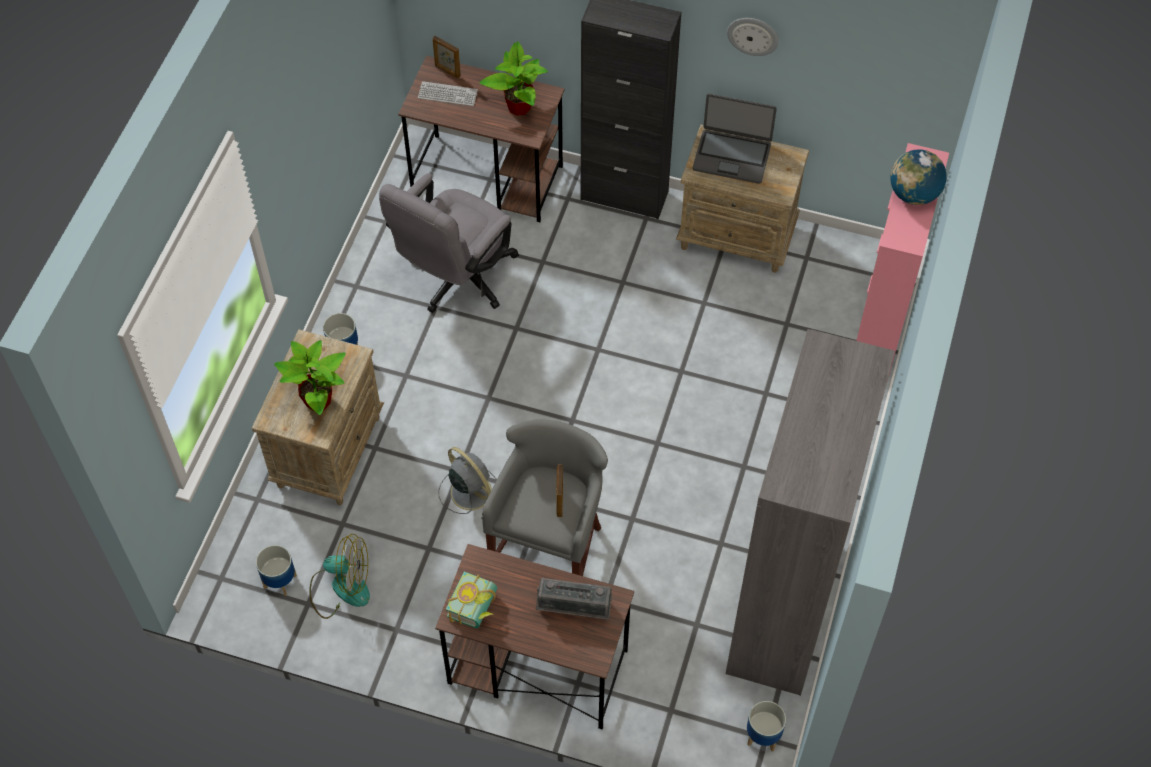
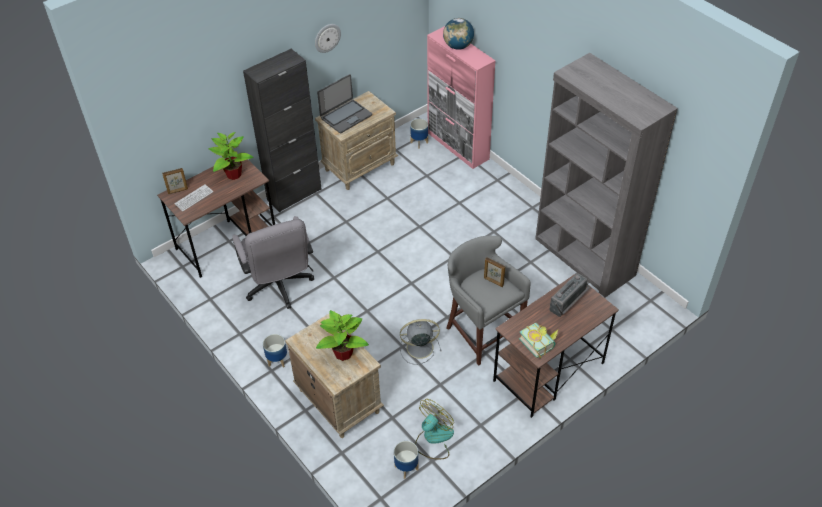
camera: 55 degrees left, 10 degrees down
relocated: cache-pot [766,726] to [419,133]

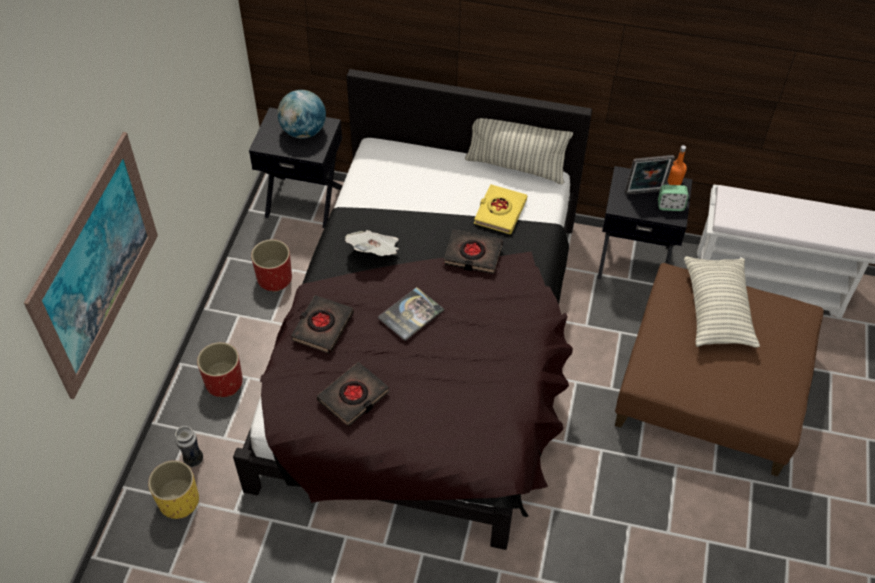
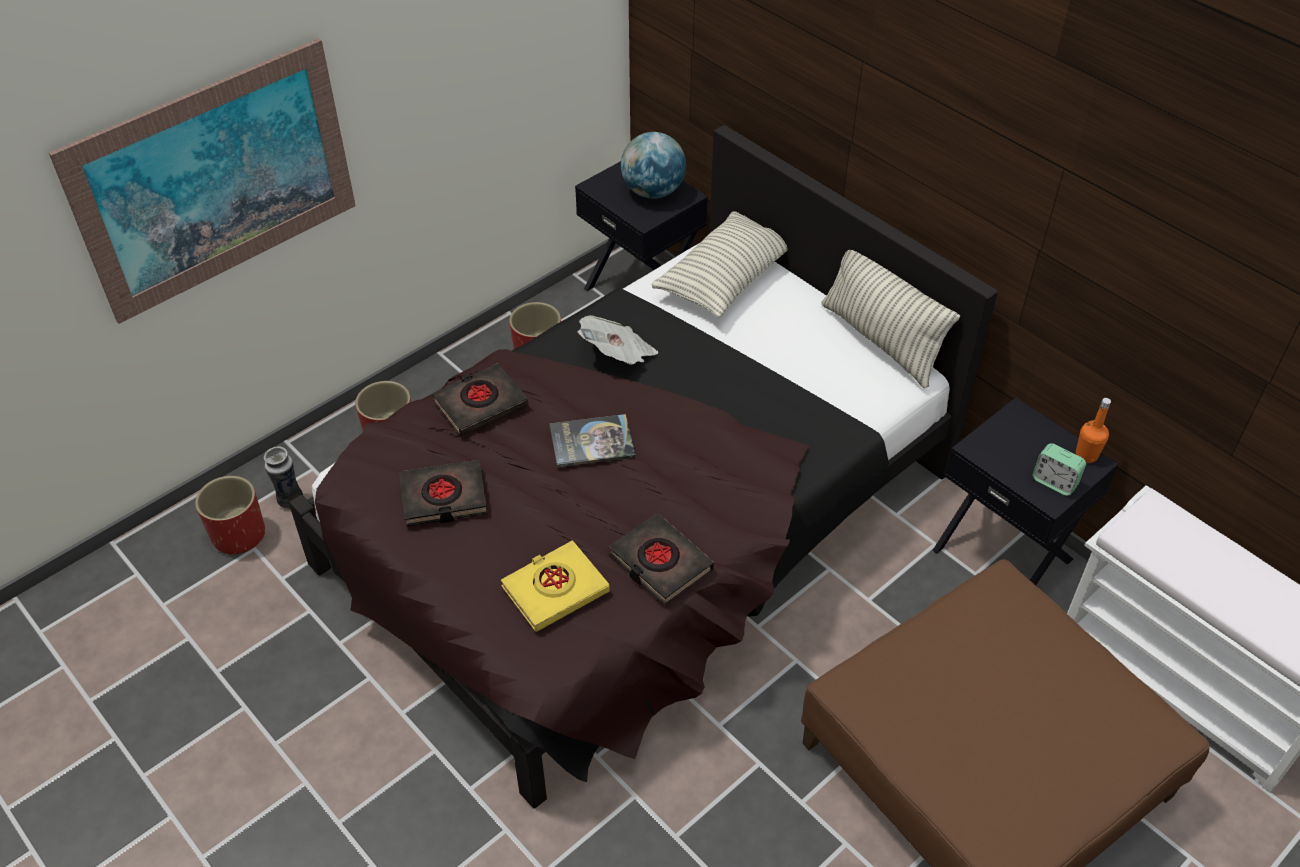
camera: 35 degrees right, 5 degrees down
missing: cadre photo [650,175]
relocated: livre (noir) [473,252] to [661,559]; livre (jaune) [500,209] to [555,586]; coussin [722,301] to [720,264]
colour: cache-pot (jaune) [173,489] to cache-pot (rouge) [230,516]

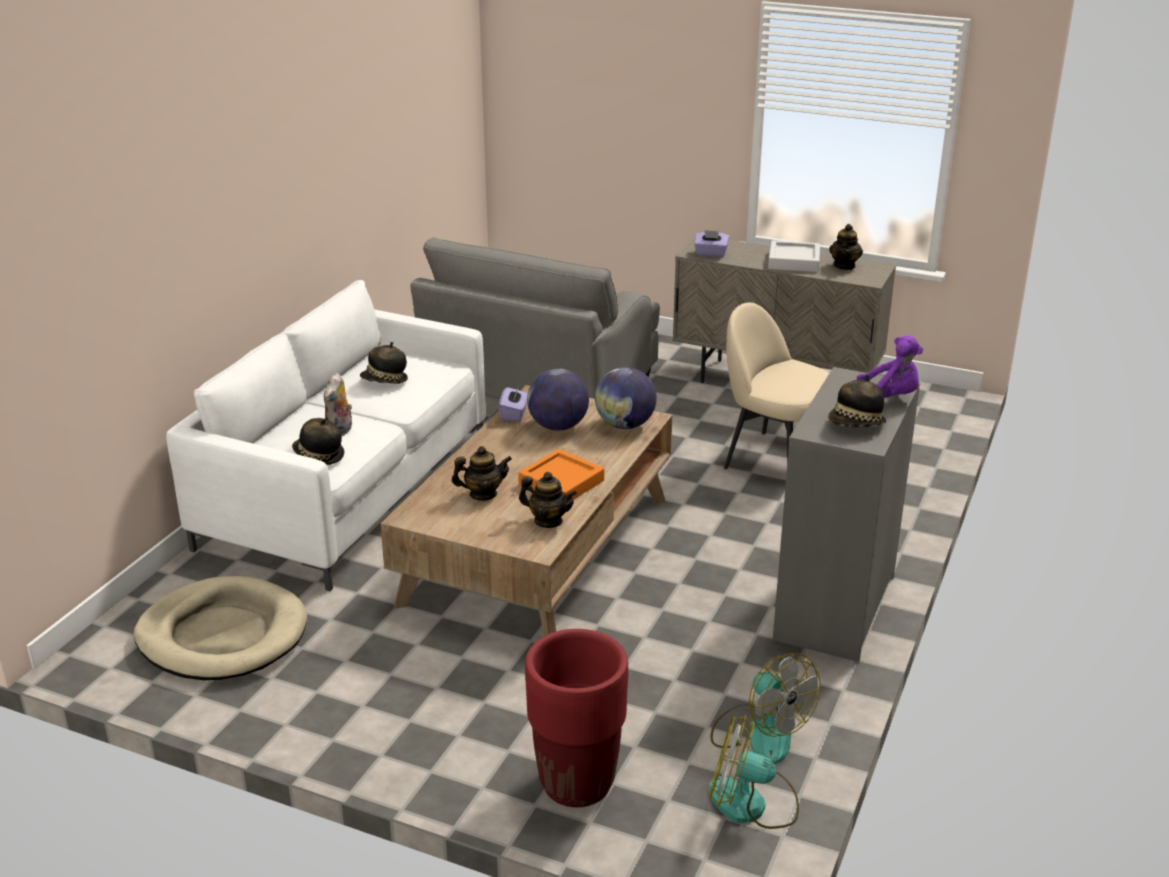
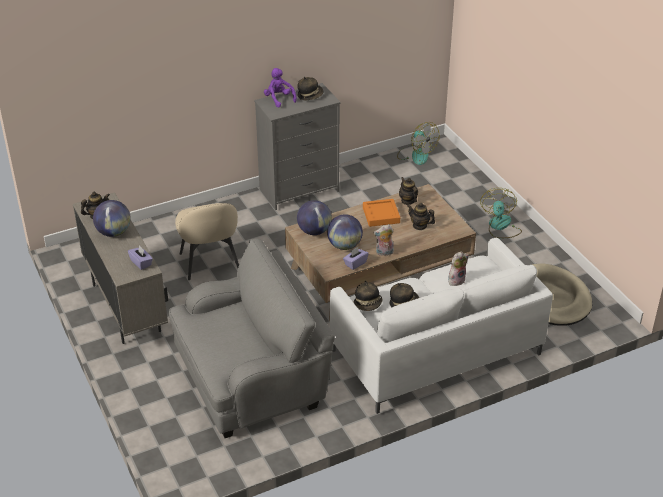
camera: 140 degrees left, 10 degrees up
missing: cache-pot (rouge) [576,718]
appeared: peluche [383,240]
relocated: chapeau [318,441] to [367,296]; ventilateur [766,708] to [501,213]
exchanged: plateau (gris) [794,256] to globe [112,218]

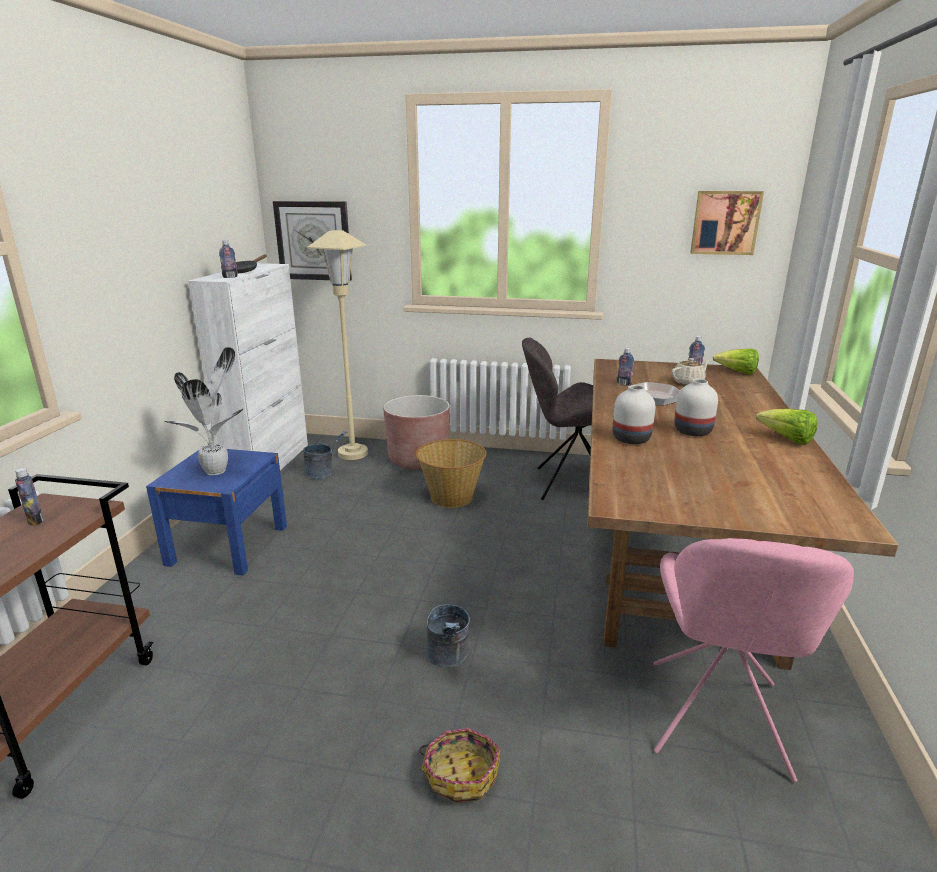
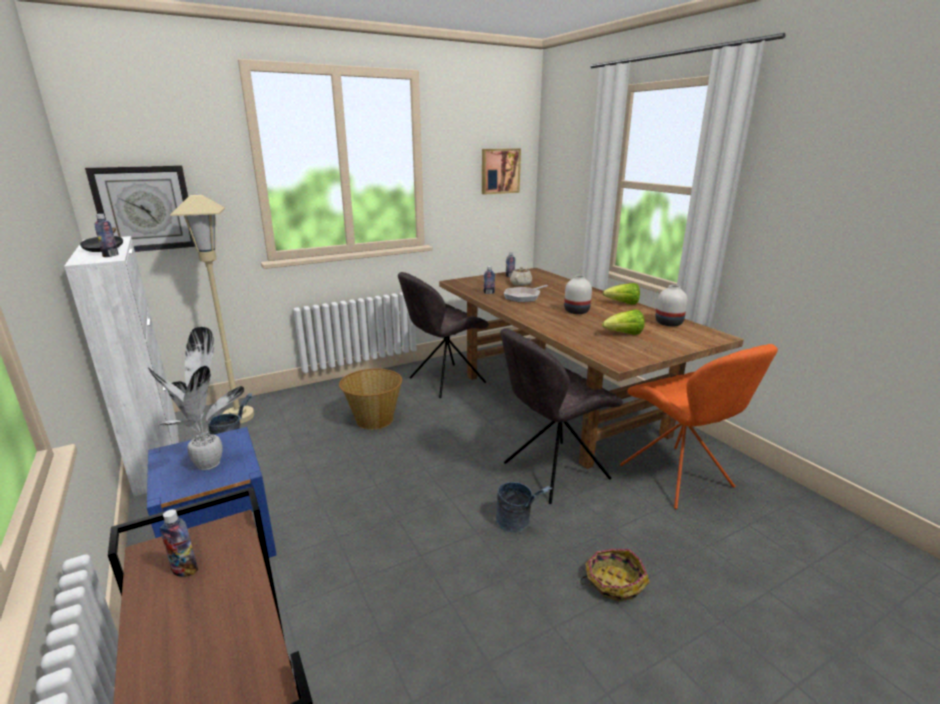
camera: 40 degrees left, 0 degrees up
missing: cache-pot (marron) [416,432]
appeared: chaise (gris) [561,416]
relocated: vase (blanc) [633,414] to [672,306]; laitue [736,362] to [623,322]
colour: chaise (rose) [753,660] to chaise (orange) [699,426]

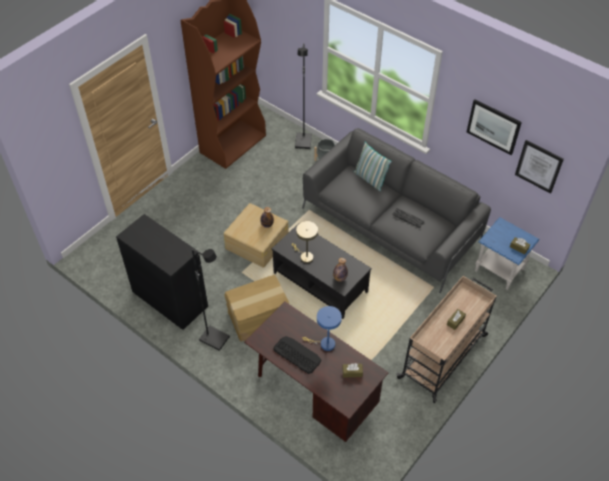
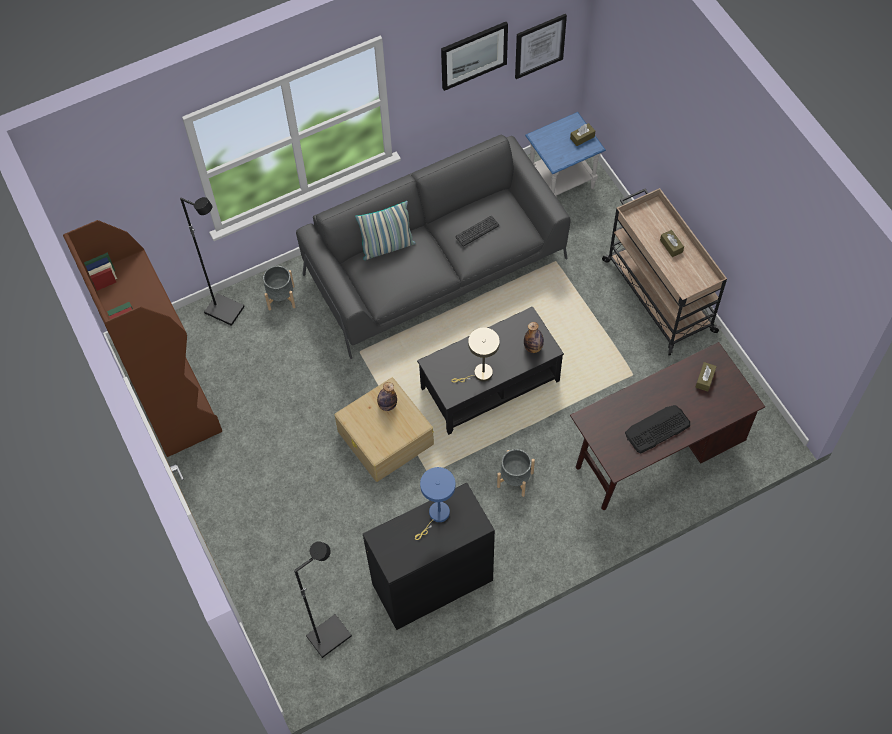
camera: 65 degrees left, 10 degrees up
relocated: lampadaire (noir) [211,300] to [323,599]; lampe de table (bleu) [322,328] to [435,503]
exchanged: carton [257,308] to cache-pot (gris) [516,473]

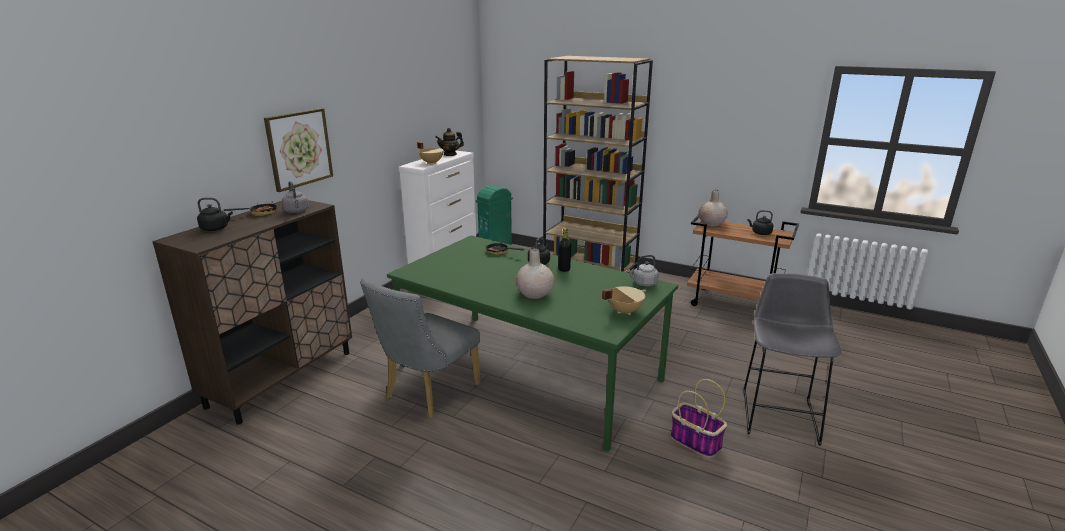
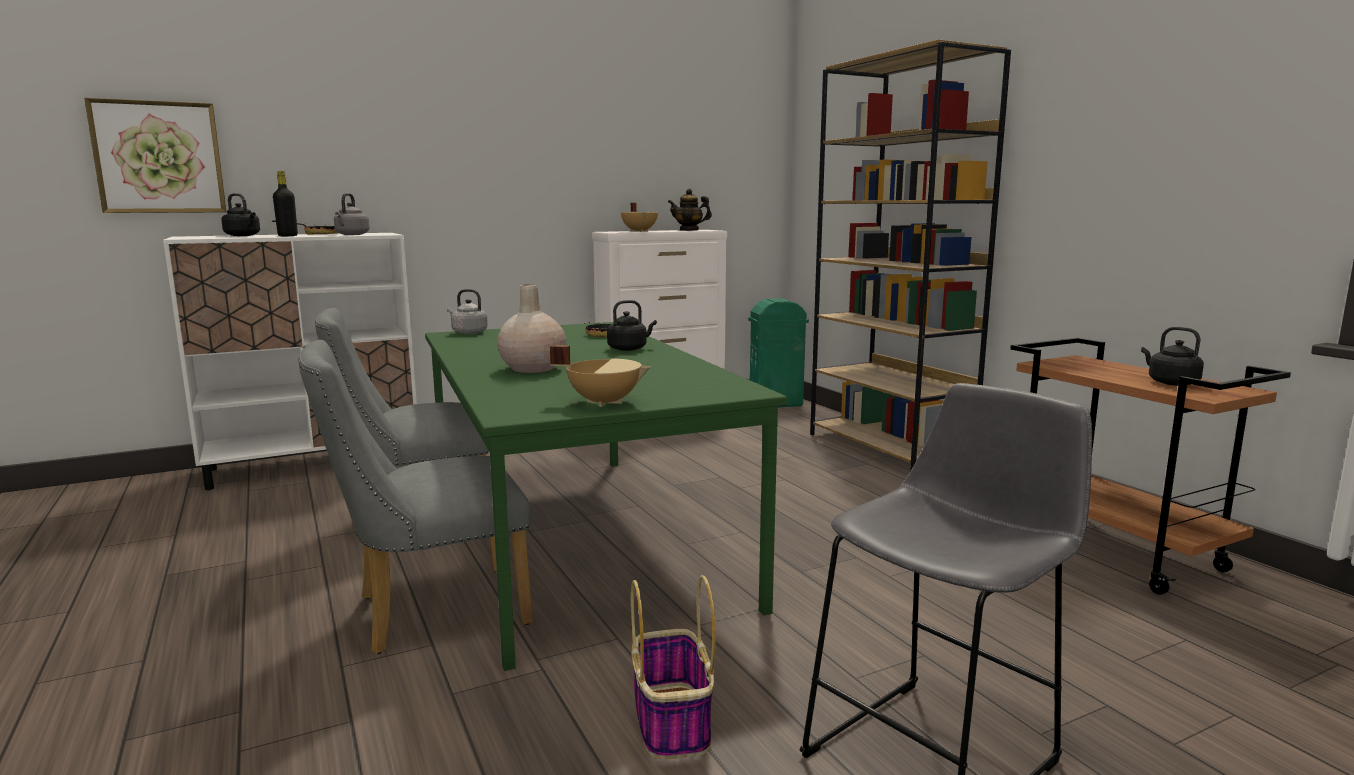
camera: 35 degrees right, 10 degrees down
missing: vase (beige) [713,208]
appeared: chaise (gris) [415,497]
relocated: tableau [298,150] to [155,155]; bouteille (noir) [564,250] to [285,203]; bouilloire (gris) [643,270] to [467,311]
colour: meuble de rangement (marron) [252,312] to meuble de rangement (blanc) [290,361]

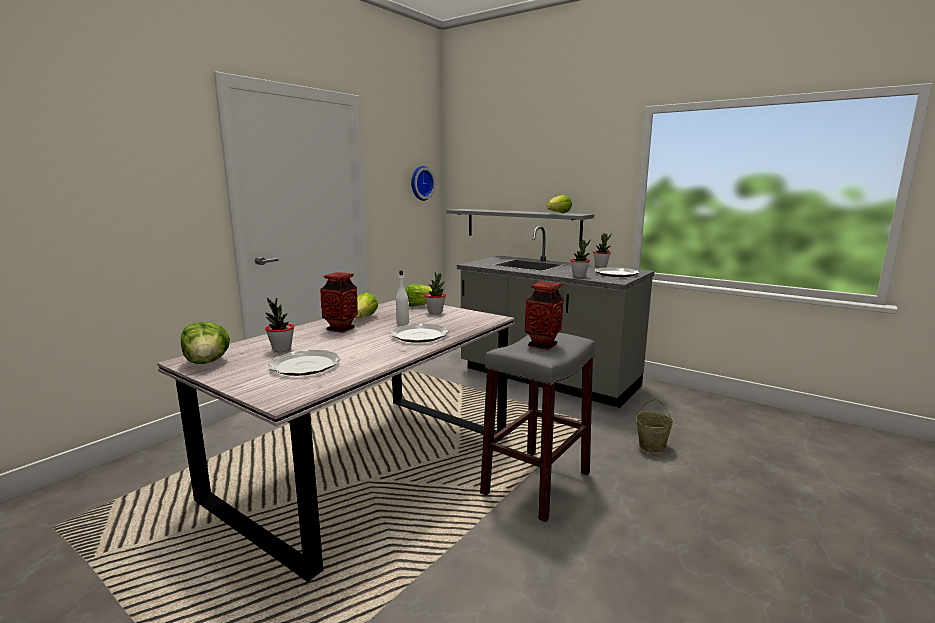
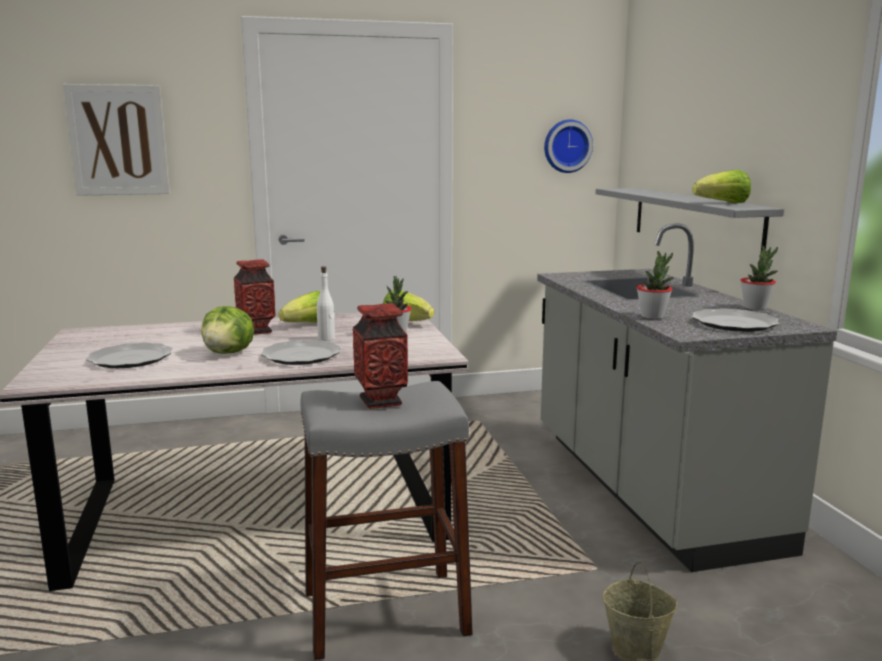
camera: 40 degrees right, 0 degrees up
missing: plante en pot [279,324]
appeared: tableau [116,140]
relocated: laitue [205,343] to [228,330]

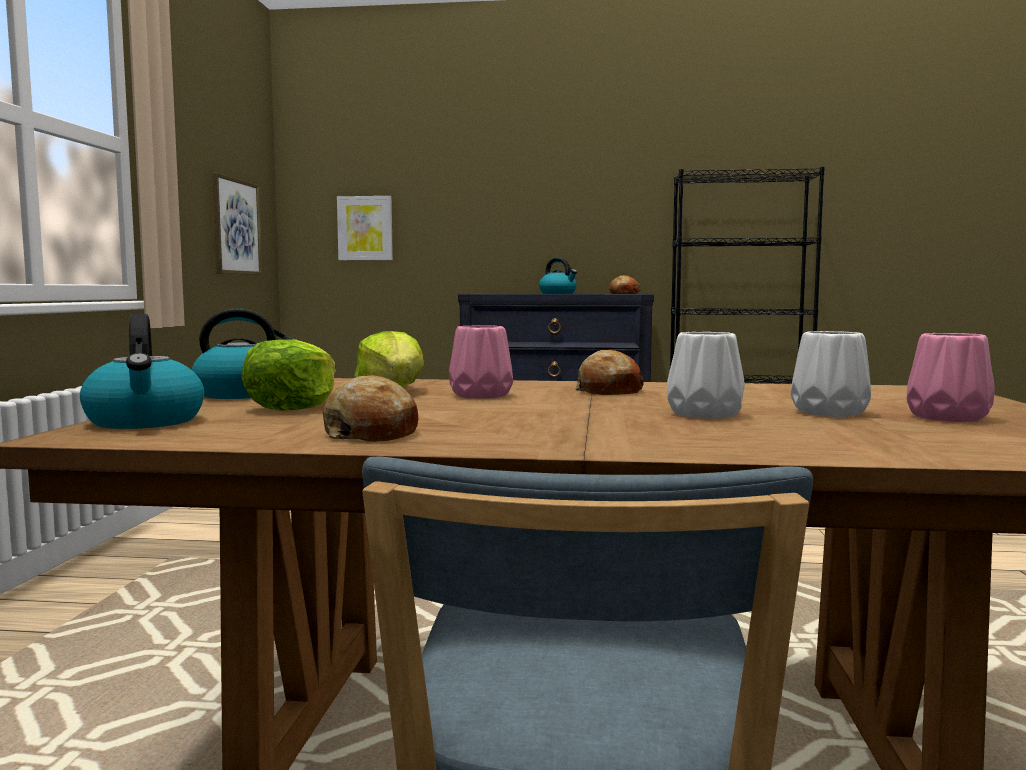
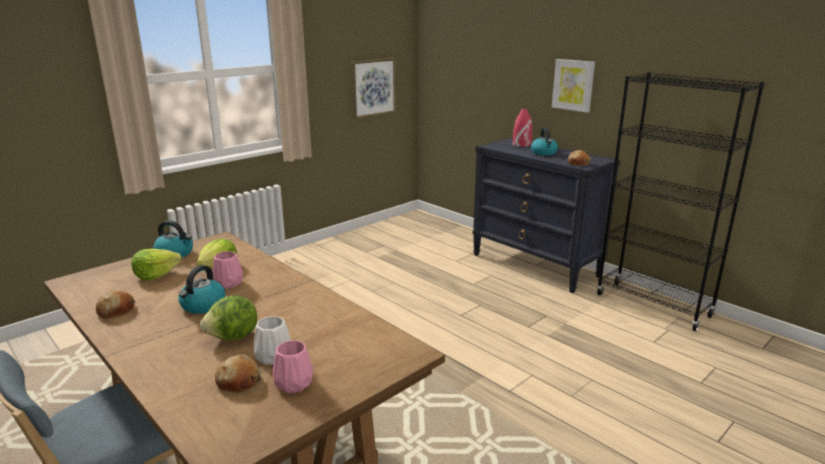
camera: 40 degrees right, 15 degrees up
appeared: vase (rouge) [522,127]
relocated: bouilloire [142,371] to [201,289]; tableau [365,228] to [573,86]; pain [609,372] to [238,373]
exchanged: vase (blanc) [706,375] to laitue [228,317]

